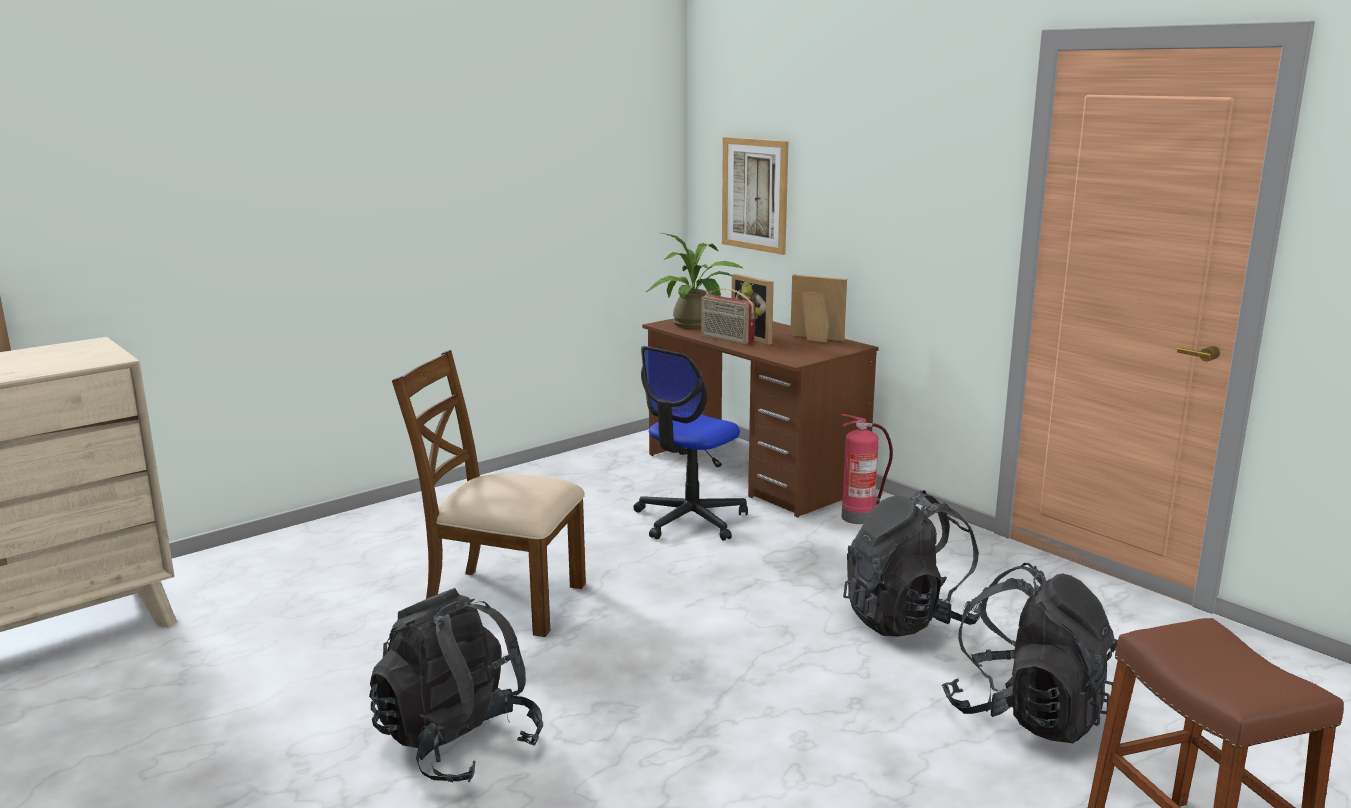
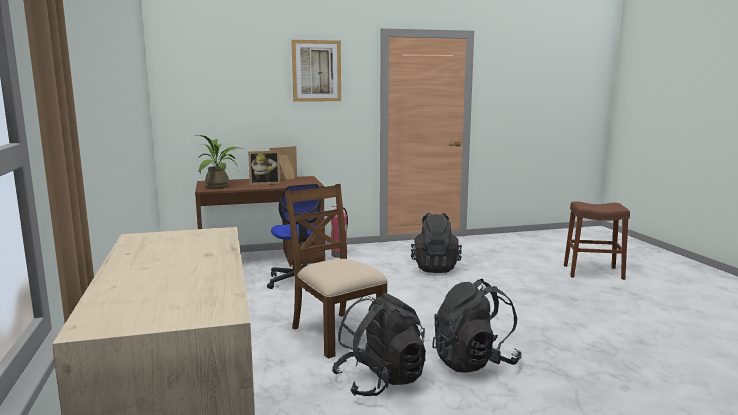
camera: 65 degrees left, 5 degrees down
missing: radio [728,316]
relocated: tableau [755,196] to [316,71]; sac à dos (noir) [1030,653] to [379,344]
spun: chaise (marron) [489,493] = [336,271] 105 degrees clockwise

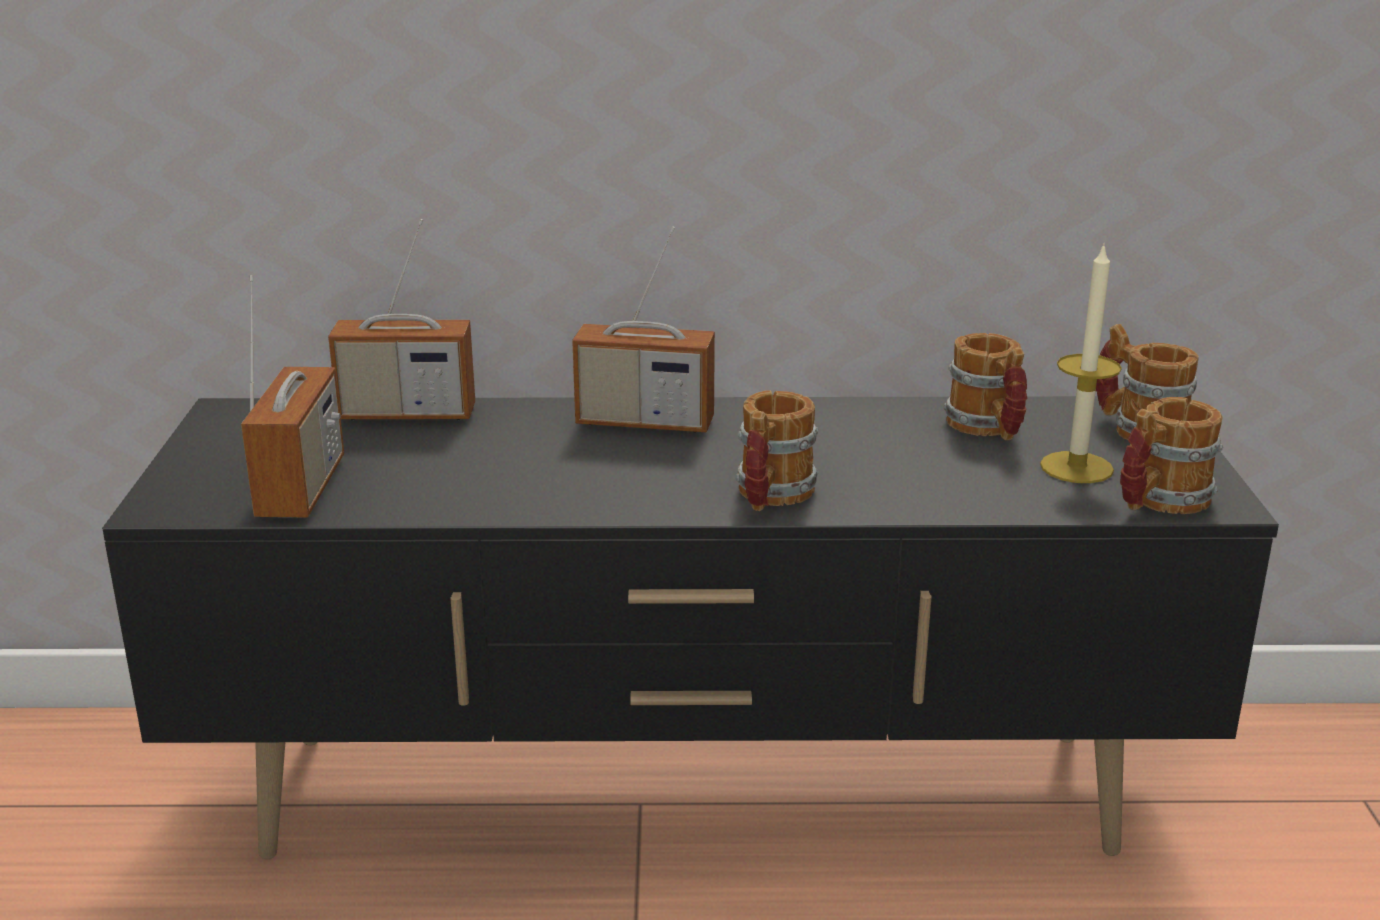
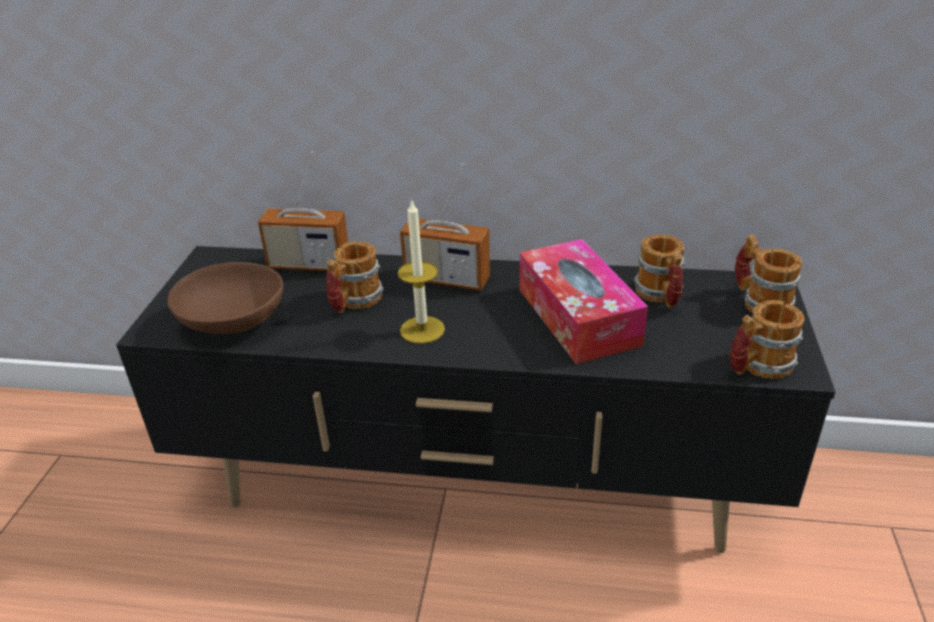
camera: 10 degrees right, 10 degrees up
appeared: boîte à mouchoirs [584,301]
relocated: mug [777,450] to [355,277]; bougie [1081,362] to [421,271]
exchanged: radio [292,396] to bol (marron) [225,298]

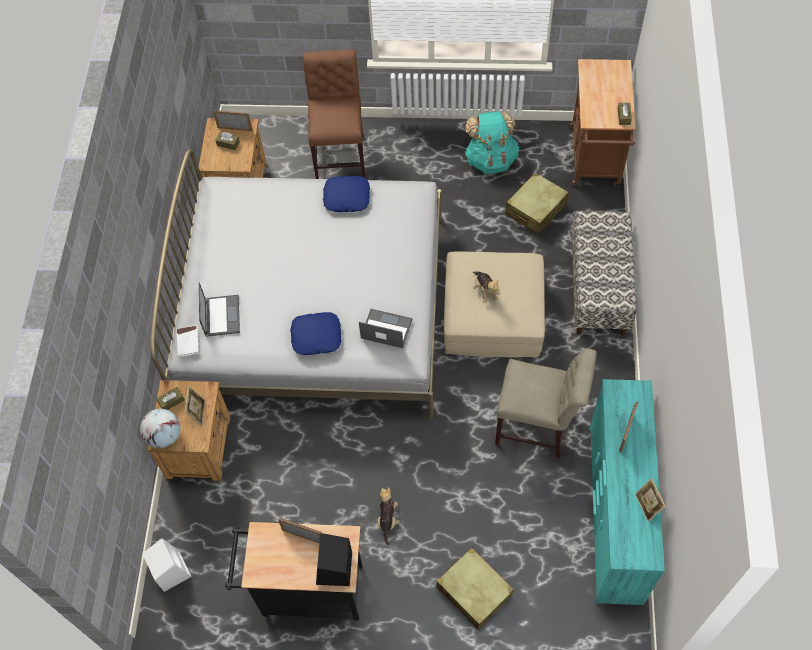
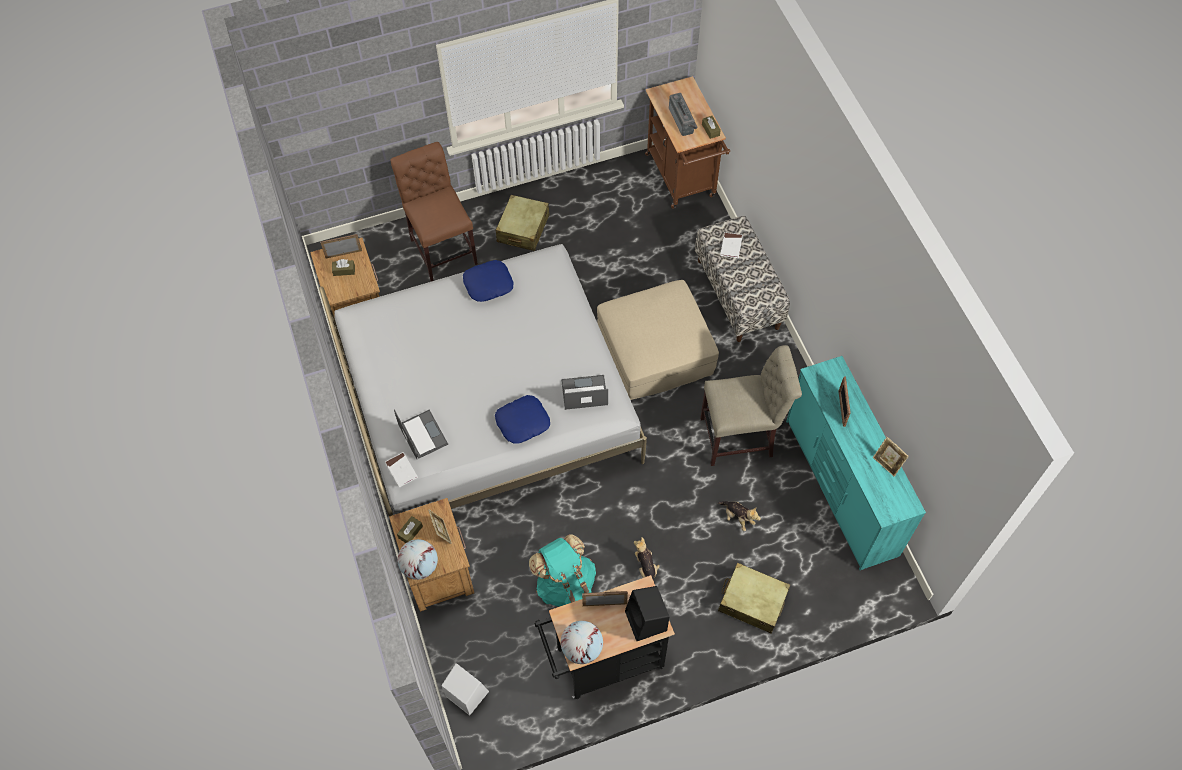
camera: 25 degrees left, 0 degrees up
appeared: globe [582,642]; radio [683,114]; livre (blanc) [731,245]
relocated: sac à dos (turquoise) [492,142] to [562,570]; peluche [486,287] to [739,516]; valise (beige) [537,203] to [522,223]

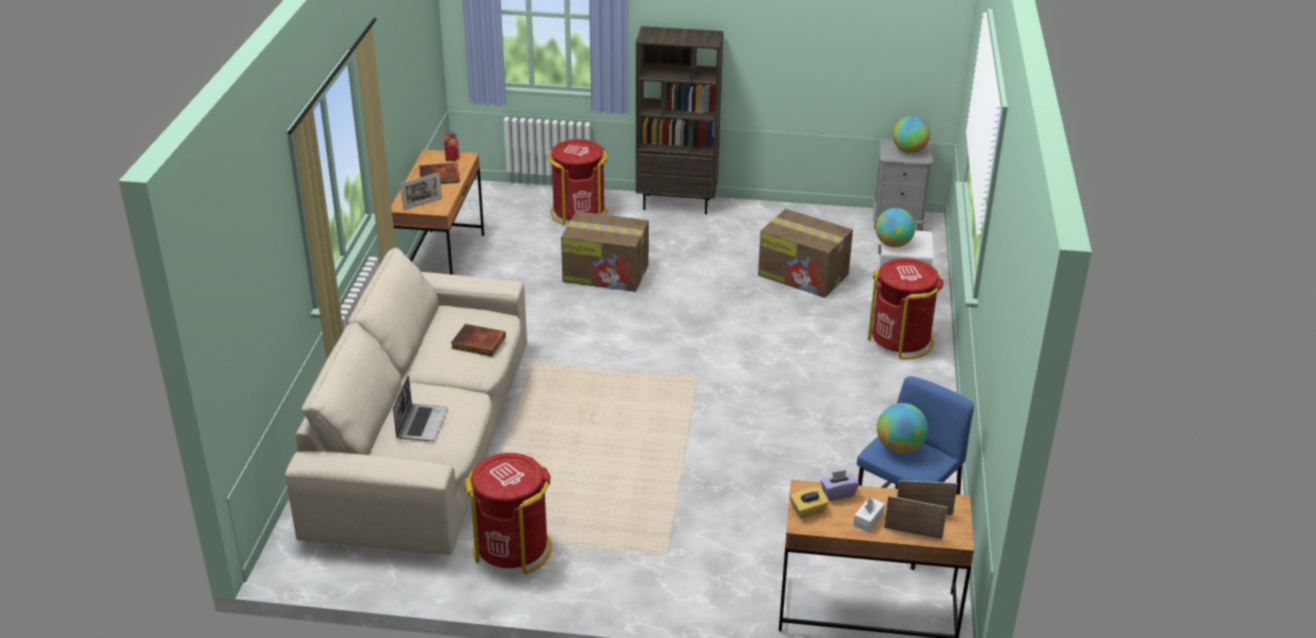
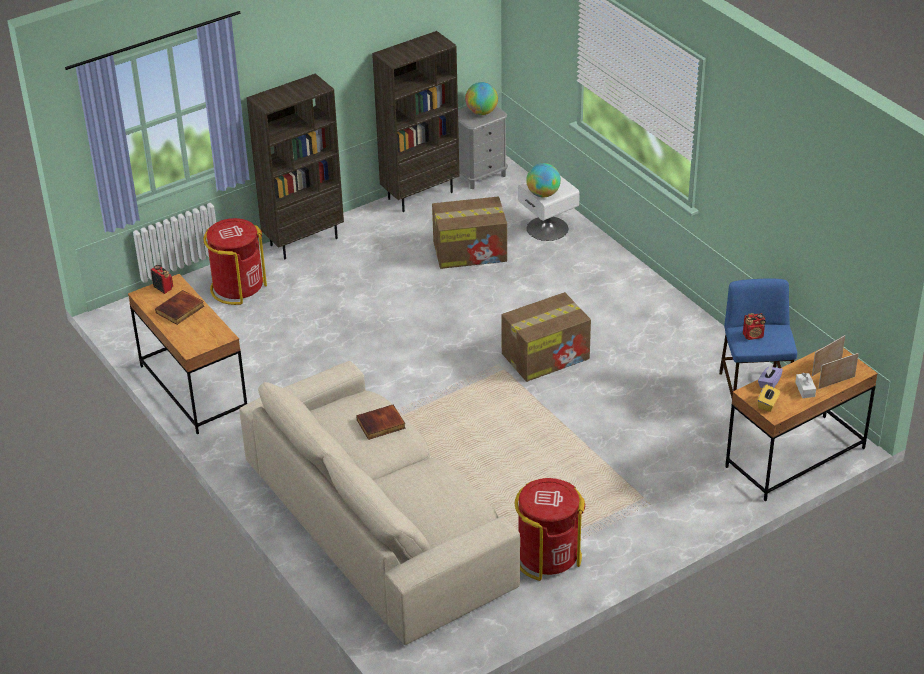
camera: 40 degrees left, 5 degrees up
missing: ordinateur portable [420,408]; cadre photo [421,191]; poubelle (rouge) [906,308]
appeared: bibliothèque (marron) [416,121]
relocated: carton [605,251] to [546,337]
exchanged: globe [902,428] to radio [754,326]

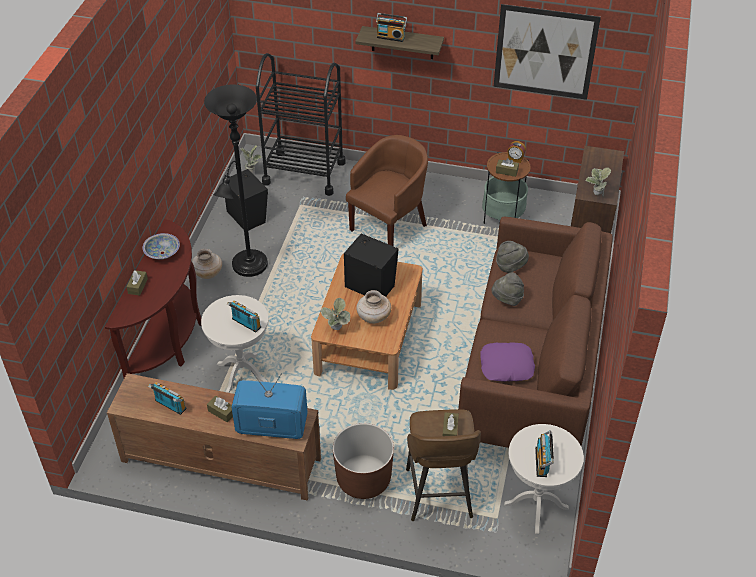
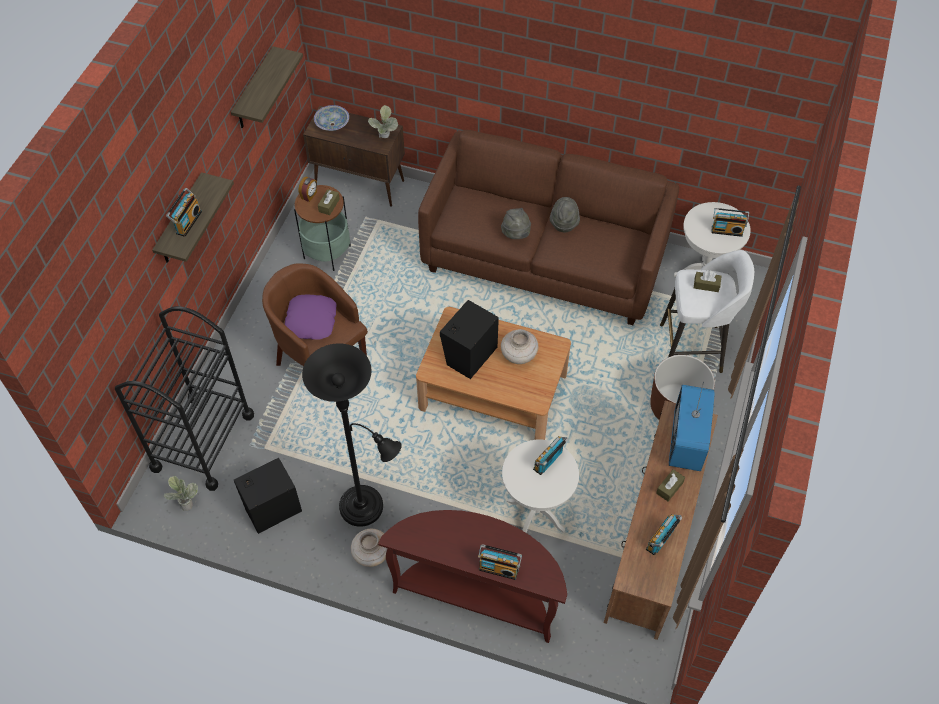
camera: 85 degrees left, 10 degrees up
missing: plante en pot [335,314]
relocated: bol [161,246] to [331,118]; coussin (violet) [507,362] to [311,317]; chapeau (gris) [512,257] to [565,214]
exchanged: boîte à mouchoirs (marron) [137,283] to radio [500,562]; tableau [547,52] to étagère [267,87]
colour: tabouret (marron) [443,465] to tabouret (blanc) [707,311]

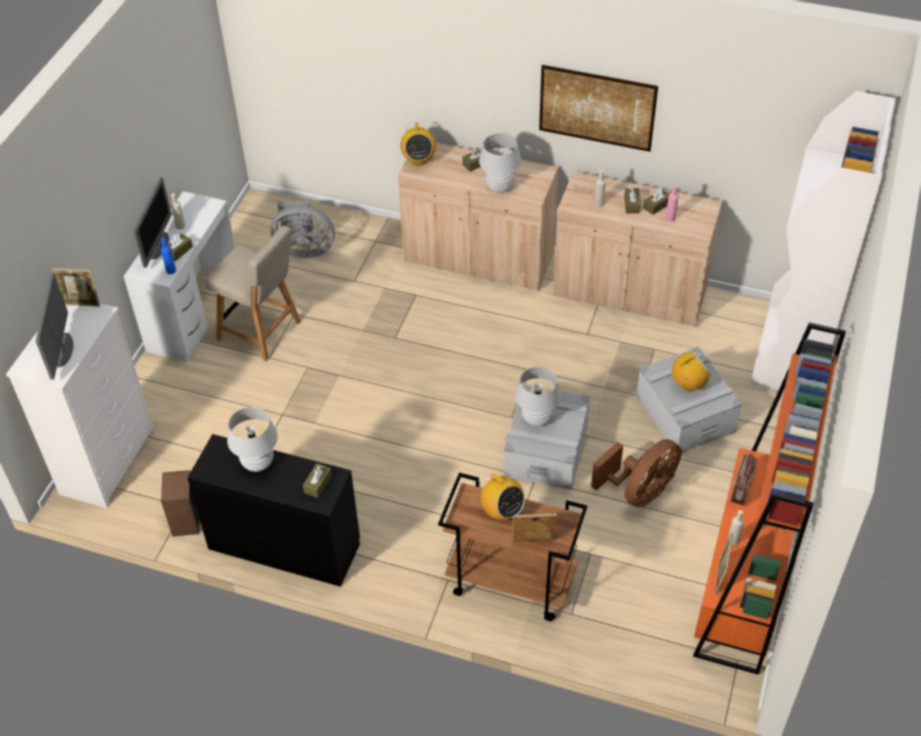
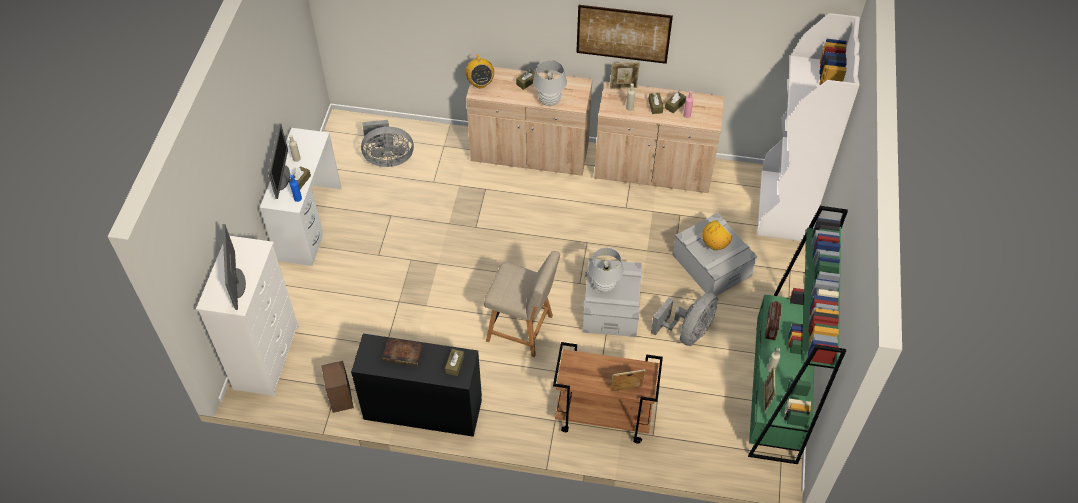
camera: 10 degrees left, 5 degrees up
missing: radio [502,496]
relocated: cadre photo [75,287] to [625,75]; chaise (beige) [253,293] to [522,304]
exchanged: lampe de table (blanc) [252,439] to livre [403,352]
colour: ventilateur (marron) [636,473] to ventilateur (gris) [684,319]; bibliothèque (orange) [769,498] to bibliothèque (vert) [798,335]

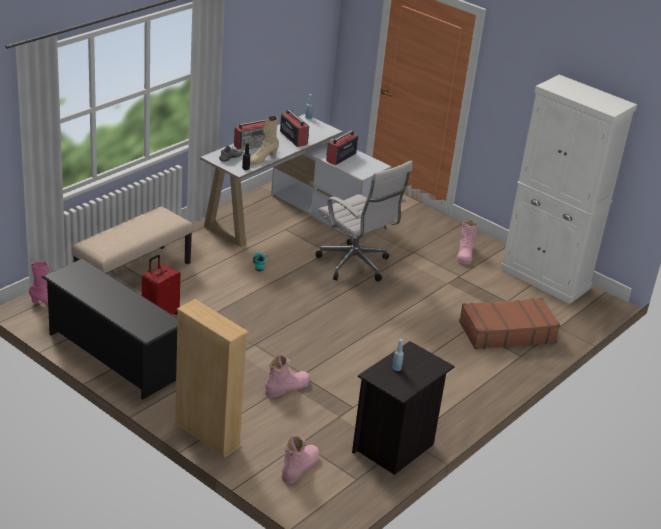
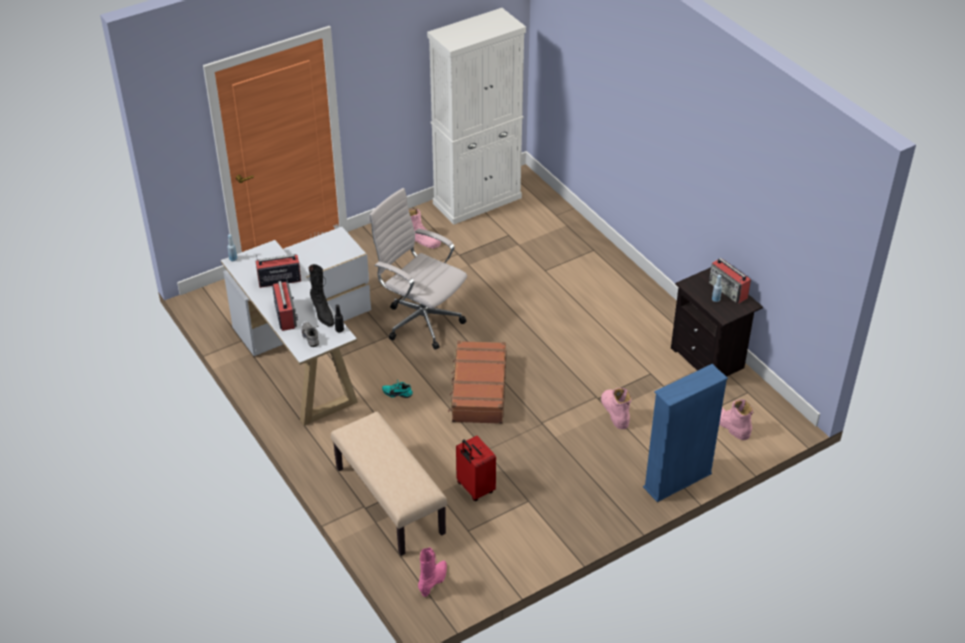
camera: 70 degrees left, 10 degrees up
missing: étagère à chaussures (noir) [110,328]
relocated: radio [342,147] to [730,280]; valise (marron) [509,323] to [477,382]
colour: bibliothèque (beige) [211,378] to bibliothèque (bleu) [685,433]; botte (beige) [264,140] to botte (noir) [321,295]
spun: chaise de bureau (blanc) [364,221] = [418,268] 120 degrees counterclockwise

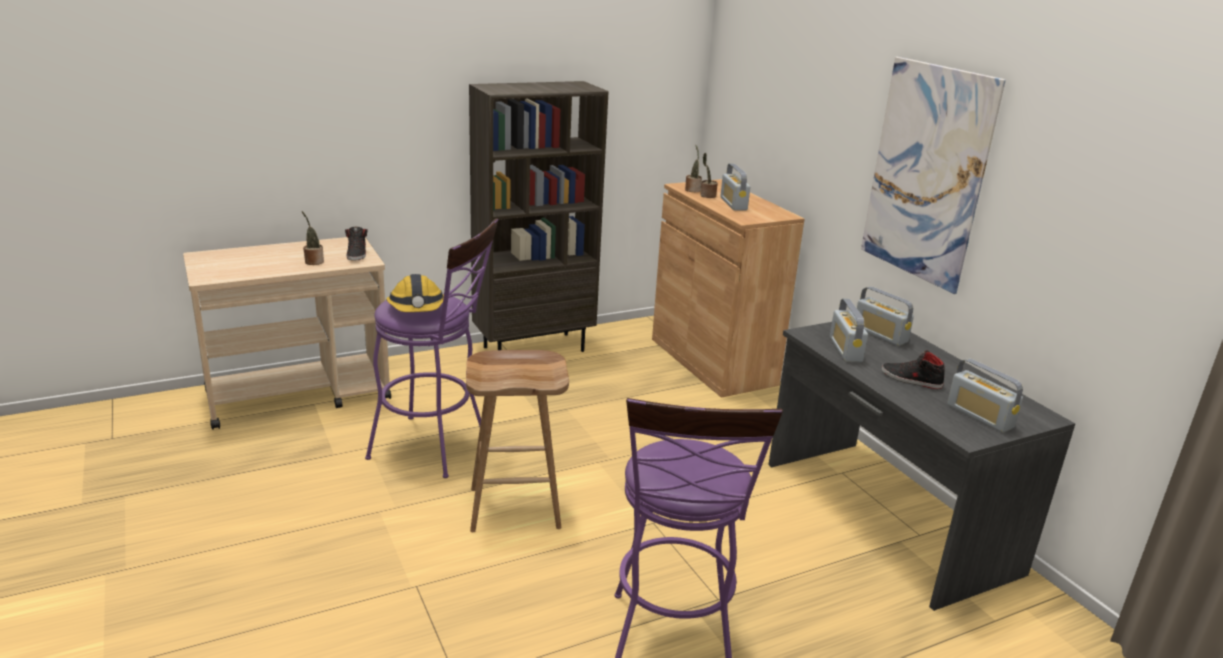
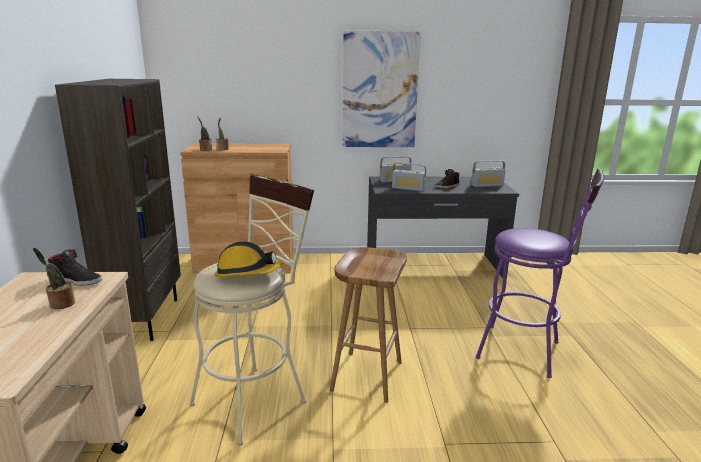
camera: 65 degrees left, 5 degrees down
missing: radio [735,187]
colour: tabouret (violet) [431,348] to tabouret (beige) [251,310]

